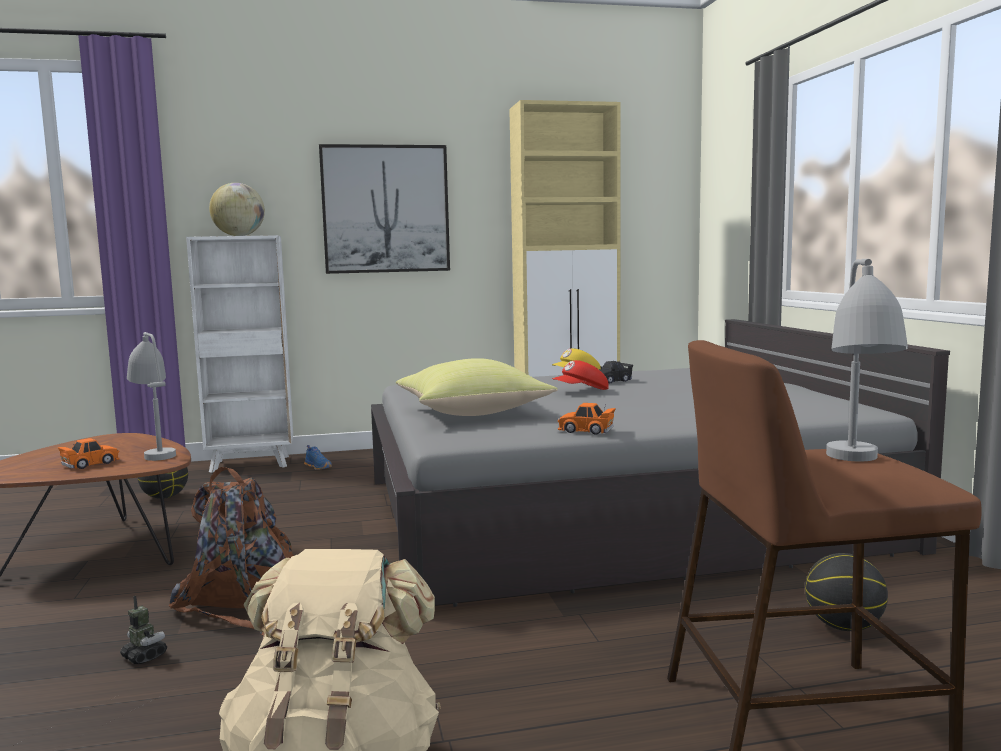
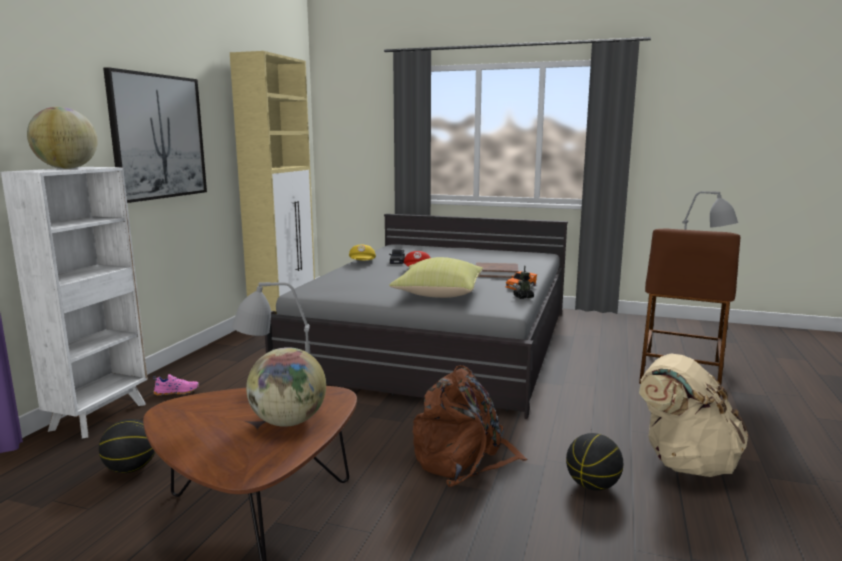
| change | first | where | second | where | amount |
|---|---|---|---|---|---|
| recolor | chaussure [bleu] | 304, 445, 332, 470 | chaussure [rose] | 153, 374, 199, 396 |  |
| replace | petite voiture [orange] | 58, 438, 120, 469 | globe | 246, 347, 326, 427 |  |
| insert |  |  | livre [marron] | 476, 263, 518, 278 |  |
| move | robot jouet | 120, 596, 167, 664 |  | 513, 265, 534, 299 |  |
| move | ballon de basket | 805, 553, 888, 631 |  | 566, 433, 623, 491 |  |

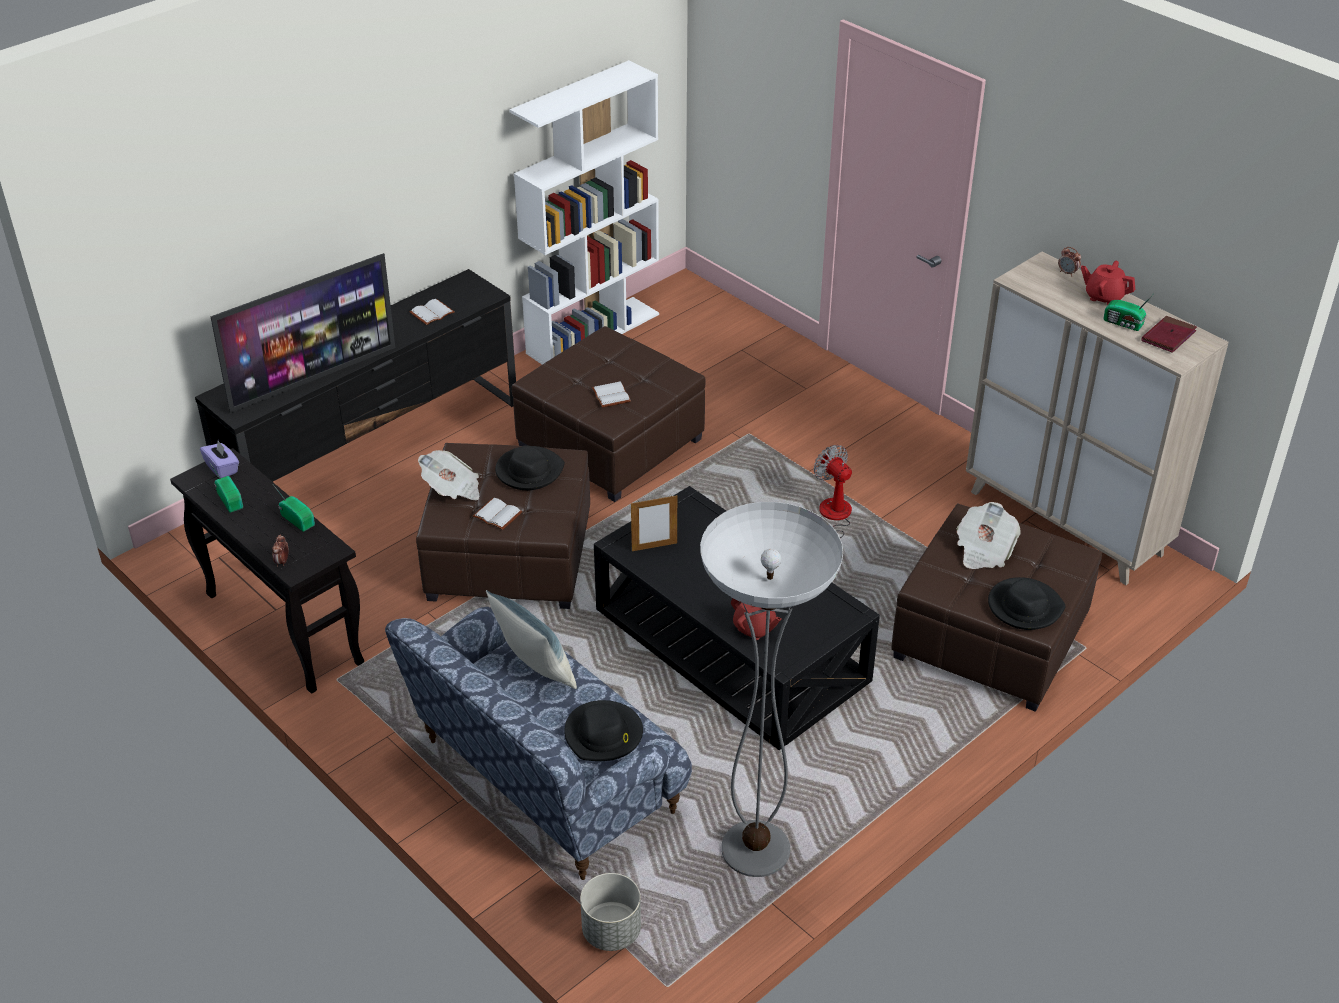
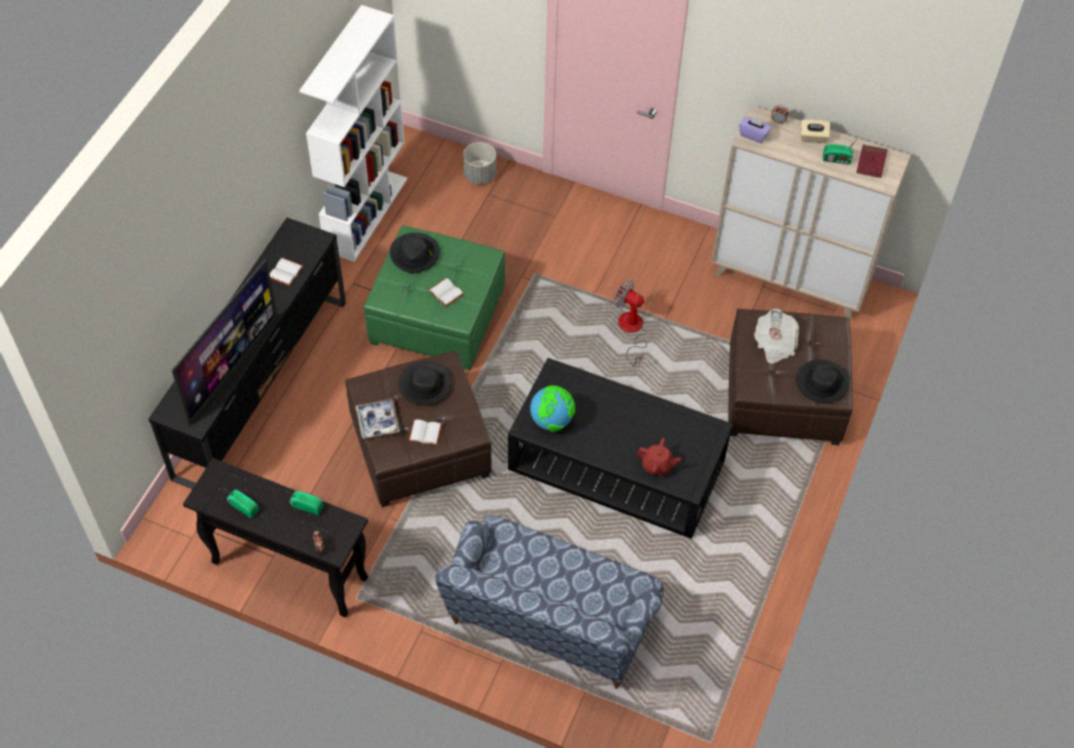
| change | first | where | second | where | amount |
|---|---|---|---|---|---|
| replace | journal | 418, 450, 479, 500 | plateau | 356, 399, 400, 439 |  |
| recolor | pouf [marron] | 512, 326, 705, 502 | pouf [vert] | 364, 225, 505, 370 |  |
| move | chapeau [noir] | 564, 700, 643, 761 |  | 390, 233, 440, 274 |  |
| move | cache-pot [gris] | 580, 873, 641, 951 |  | 463, 142, 496, 184 |  |
| replace | cadre photo | 631, 495, 677, 551 | globe | 530, 385, 575, 432 |  |
| move | boîte à mouchoirs [violet] | 200, 440, 239, 478 |  | 739, 115, 771, 143 |  |
| replace | théière [rouge] | 1081, 261, 1135, 305 | boîte à mouchoirs [beige] | 801, 119, 830, 143 |  |
| delete | coussin | 486, 590, 577, 689 |  |  |  |
| delete | lampadaire | 700, 502, 843, 877 |  |  |  |

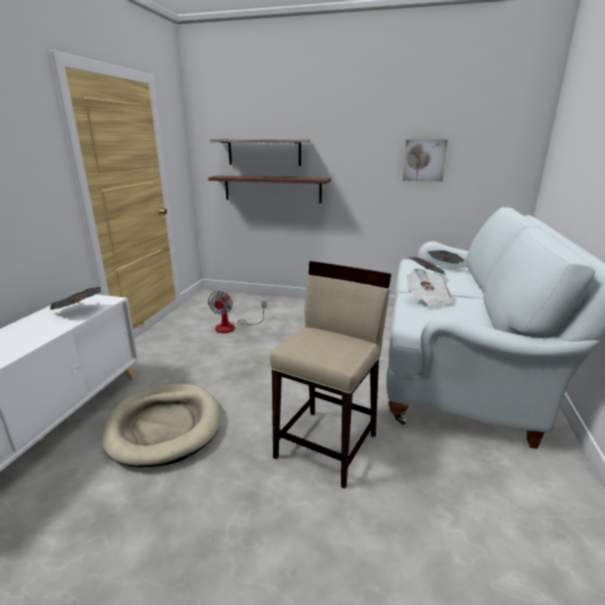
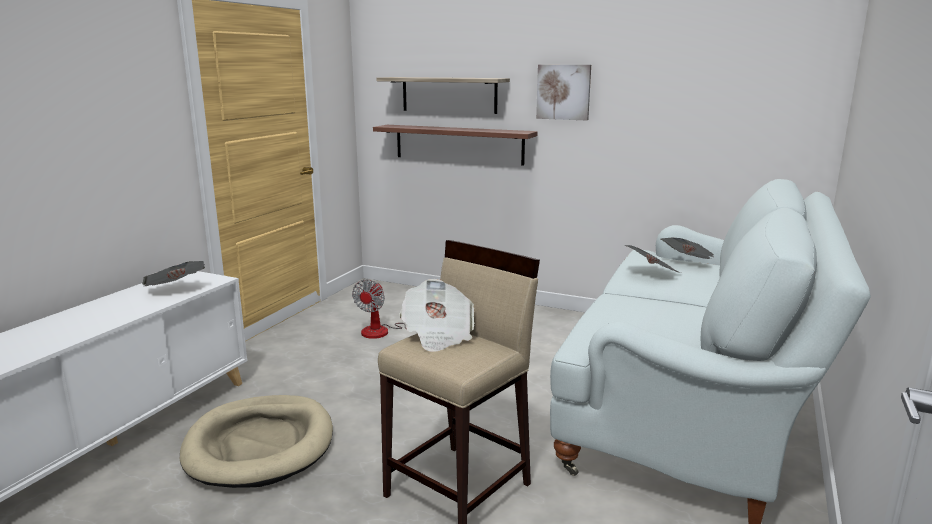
| change | first | where | second | where | amount |
|---|---|---|---|---|---|
| move | journal | 406, 268, 453, 310 |  | 399, 279, 474, 352 |  |
| move | tableau | 403, 140, 448, 182 |  | 536, 65, 591, 121 |  |

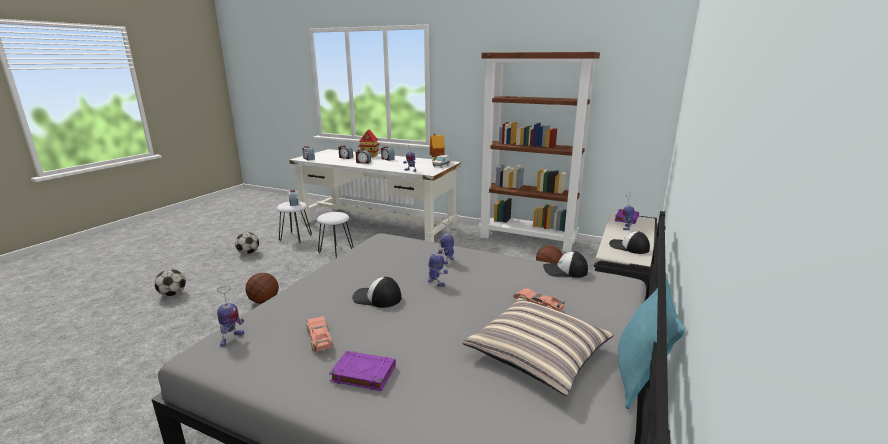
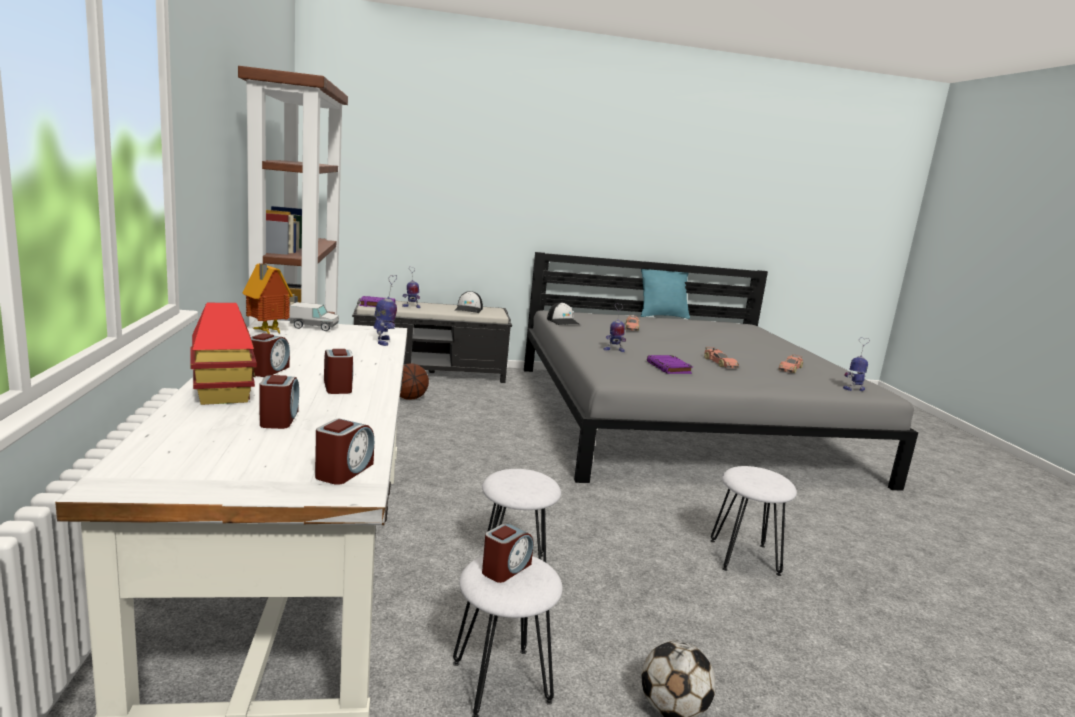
| change | first | where | second | where | amount |
|---|---|---|---|---|---|
| move | livre [violet] | 329, 351, 396, 391 |  | 647, 355, 693, 374 |  |
| replace | casquette | 352, 277, 401, 308 | petite voiture | 704, 347, 739, 368 |  |
| replace | ballon de basket | 245, 273, 279, 304 | tabouret [blanc] | 710, 466, 797, 576 |  |
| delete | ballon de foot | 154, 269, 186, 296 |  |  |  |
| delete | robot jouet | 428, 236, 448, 287 |  |  |  |
| delete | coussin | 462, 298, 614, 396 |  |  |  |

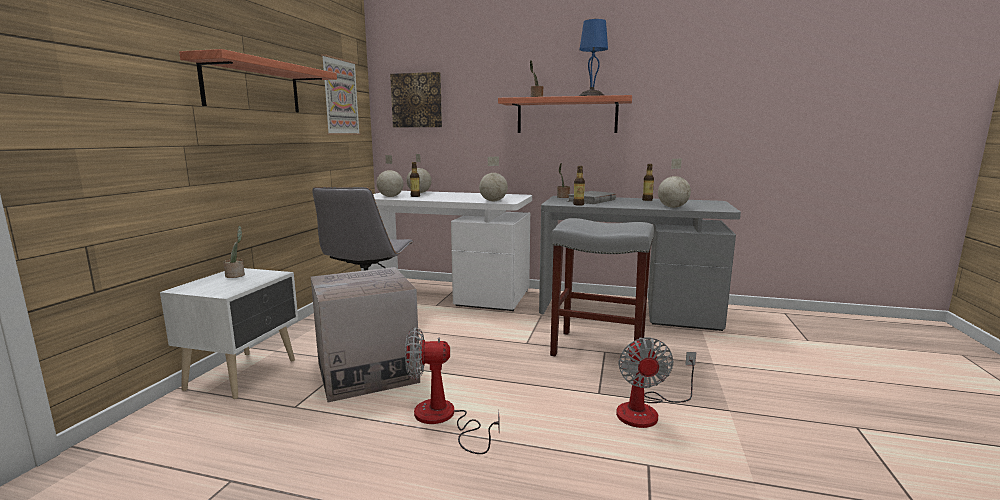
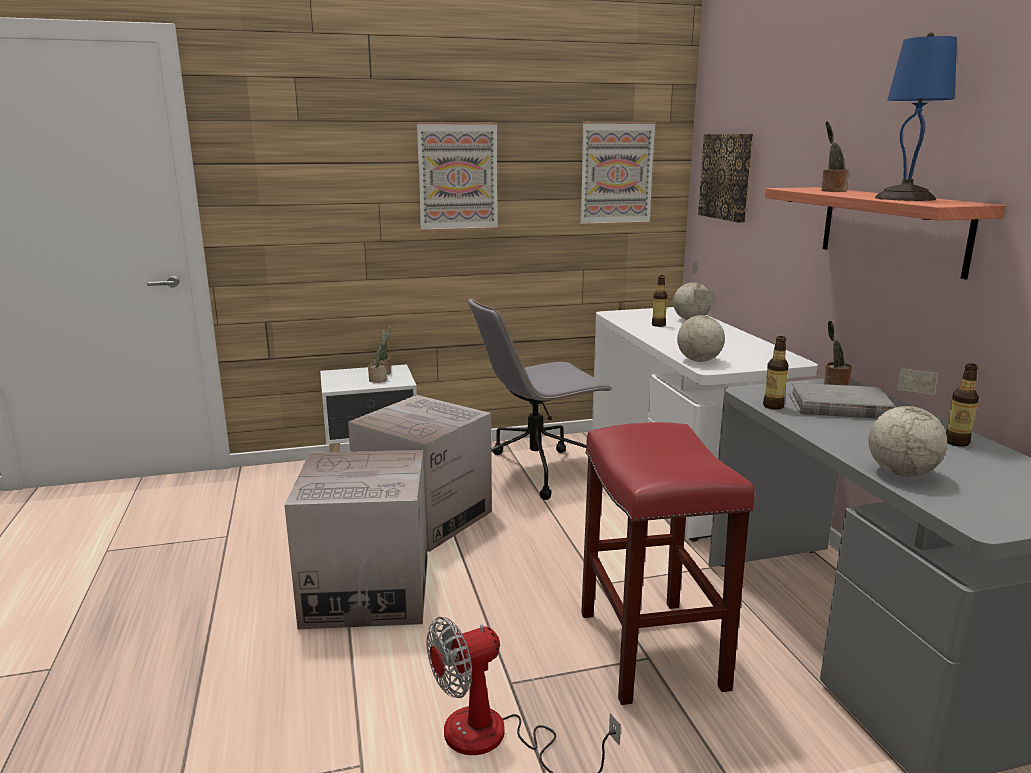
| change | first | where | second | where | amount |
|---|---|---|---|---|---|
| replace | ventilateur | 405, 327, 499, 454 | carton | 284, 450, 428, 629 |  |
| insert |  |  | plante en pot | 368, 329, 387, 383 |  |
| replace | étagère | 179, 49, 337, 112 | tableau | 417, 122, 498, 232 |  |
| recolor | tabouret [gris] | 550, 218, 654, 356 | tabouret [rouge] | 581, 422, 755, 705 |  |
| delete | globe | 376, 155, 404, 197 |  |  |  |

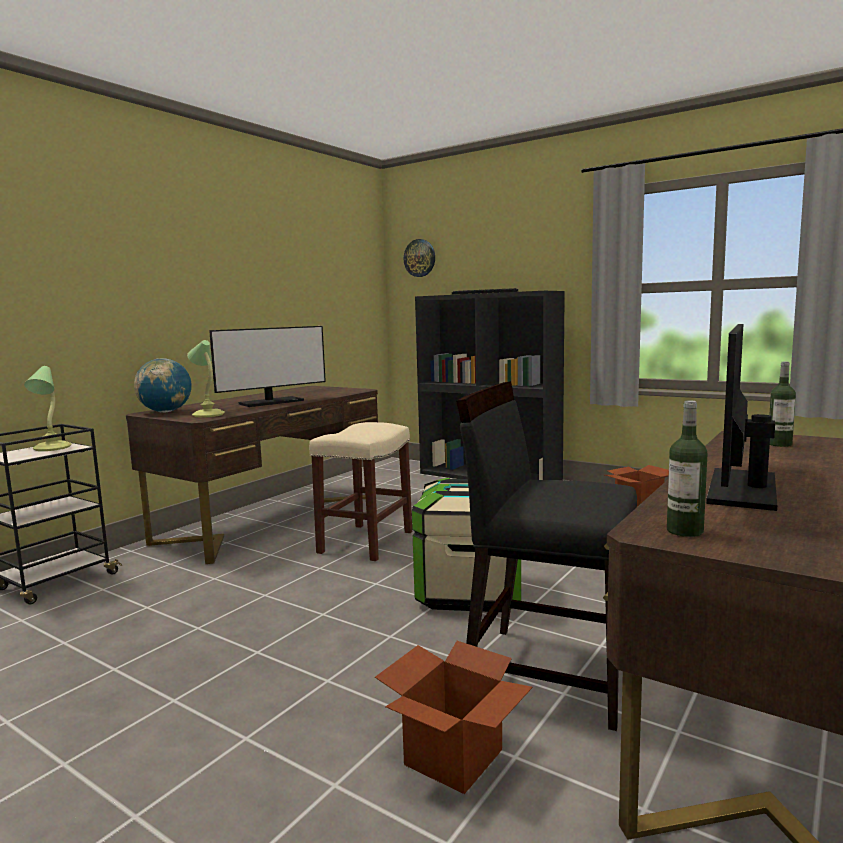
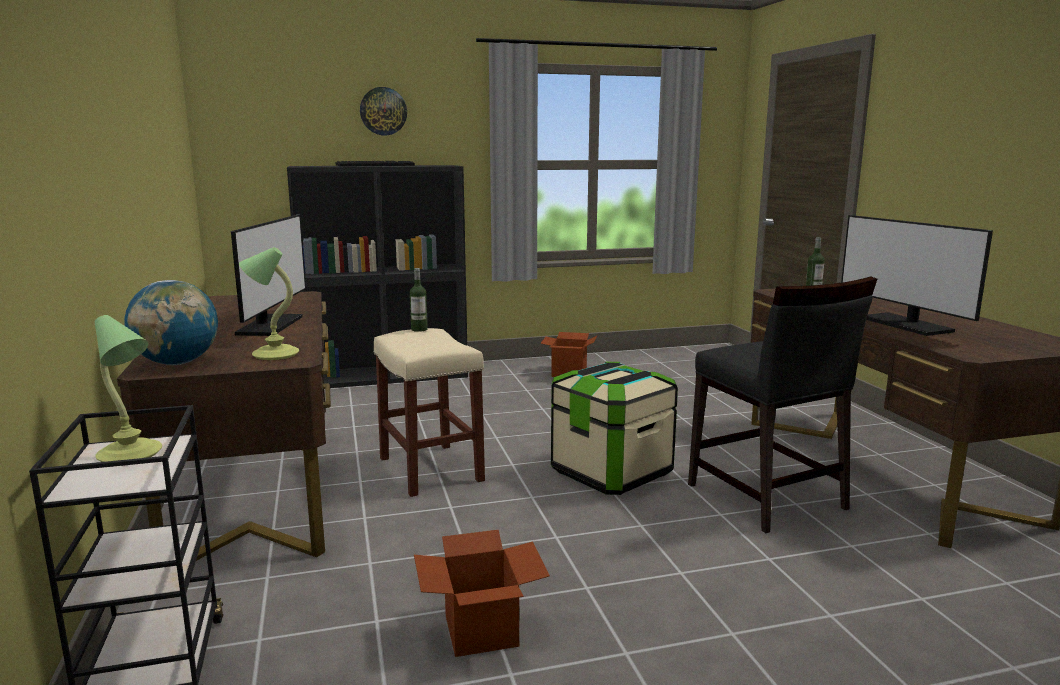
| change | first | where | second | where | amount |
|---|---|---|---|---|---|
| move | horloge murale | 404, 239, 435, 277 |  | 360, 87, 407, 135 |  |
| move | bouteille | 667, 401, 707, 537 |  | 410, 268, 428, 332 |  |
| move | carton | 375, 641, 533, 794 |  | 414, 530, 550, 657 |  |
| rotate | chaise [noir] | 456, 381, 637, 731 |  | 688, 276, 877, 533 | 90 degrees counterclockwise |

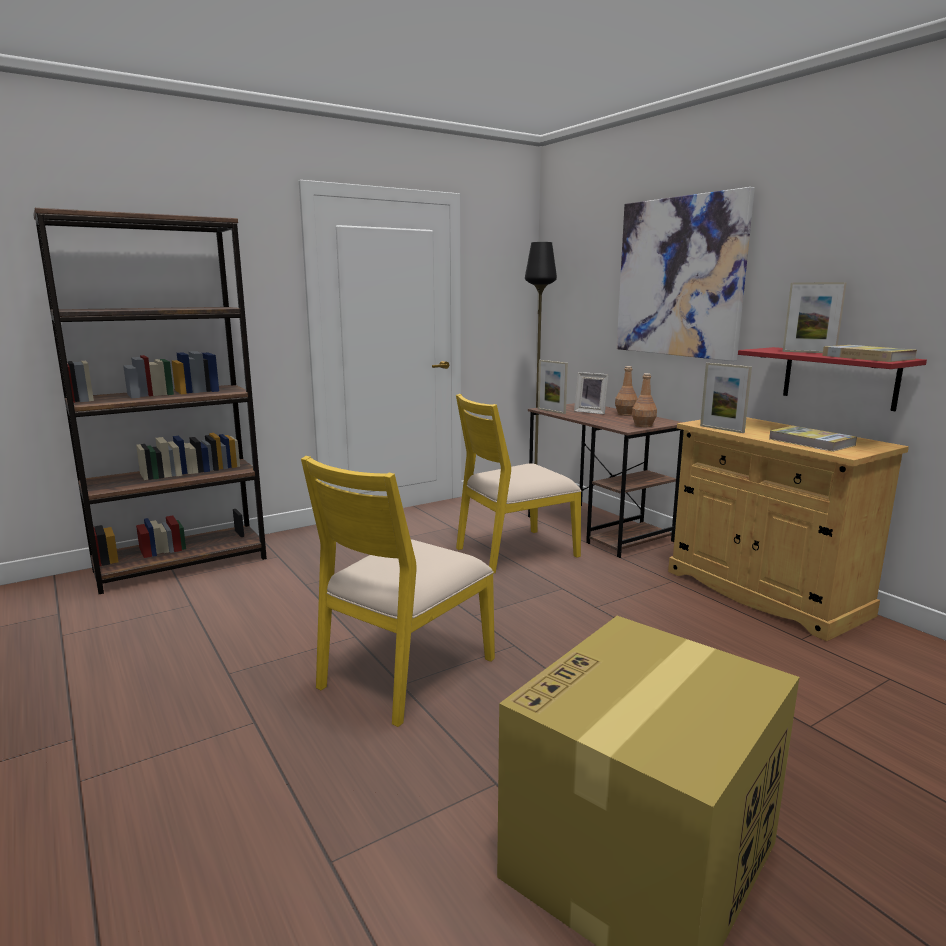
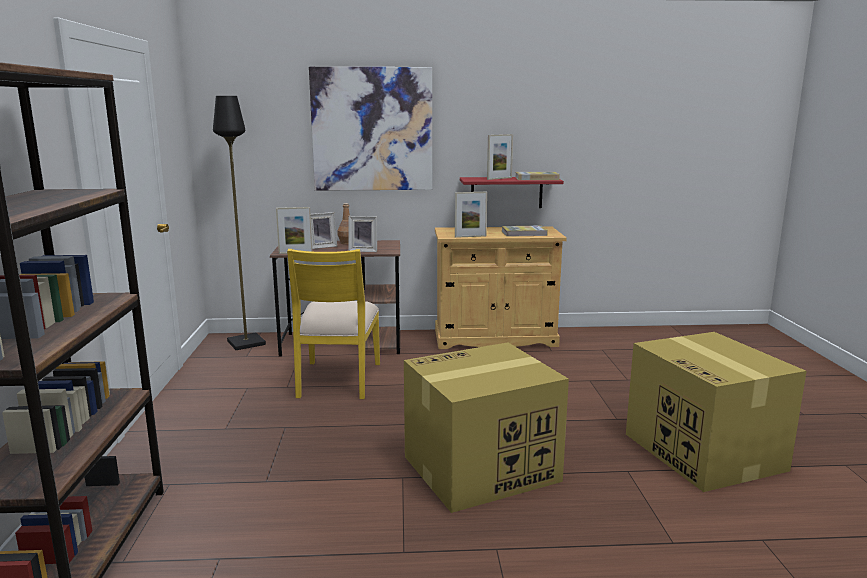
| change | first | where | second | where | amount |
|---|---|---|---|---|---|
| insert |  |  | cadre photo | 348, 216, 377, 252 |  |
| replace | chaise [jaune] | 301, 456, 495, 727 | carton | 404, 342, 569, 513 |  |
| delete | bouteille [marron] | 632, 373, 657, 427 |  |  |  |

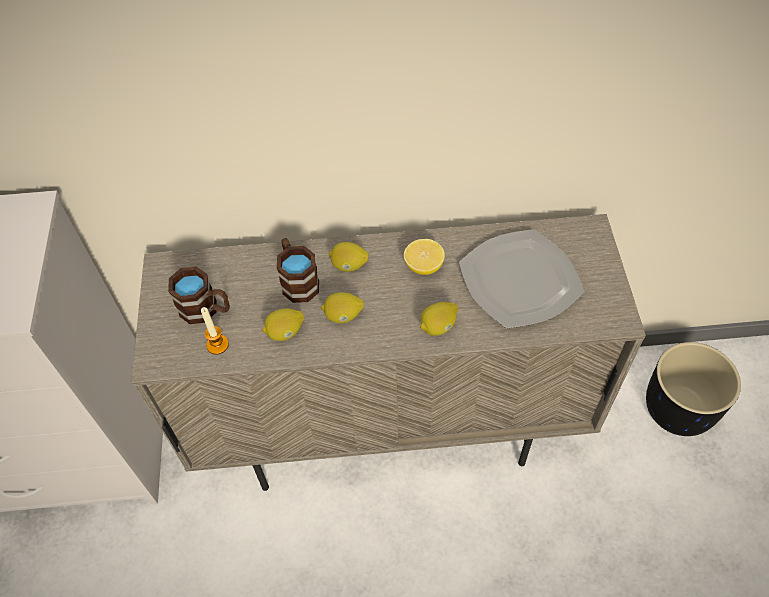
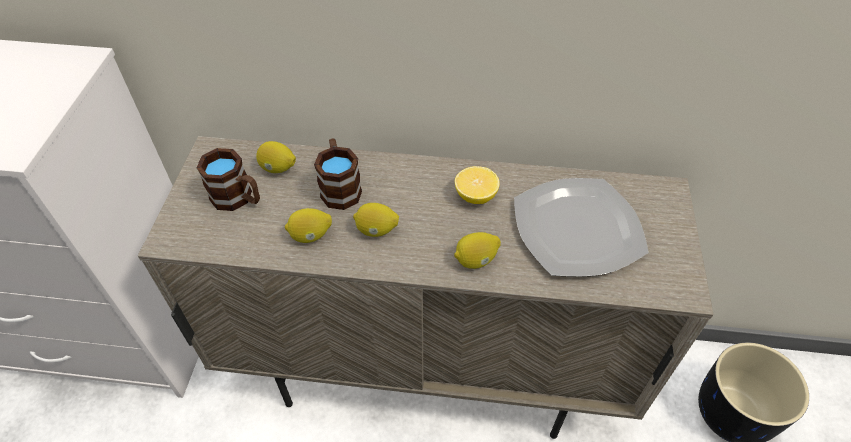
| change | first | where | second | where | amount |
|---|---|---|---|---|---|
| move | citron | 329, 242, 369, 272 |  | 256, 141, 296, 173 |  |
| delete | bougie | 201, 307, 229, 355 |  |  |  |

